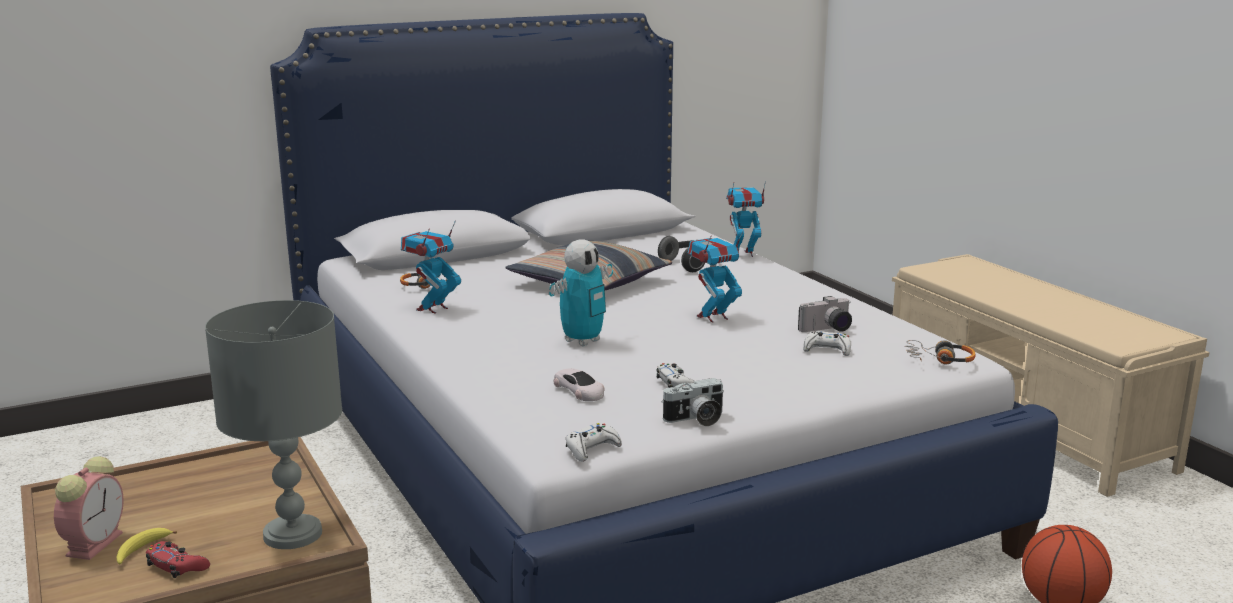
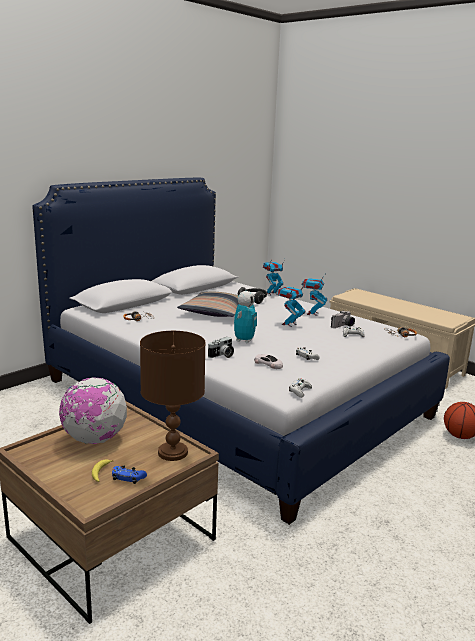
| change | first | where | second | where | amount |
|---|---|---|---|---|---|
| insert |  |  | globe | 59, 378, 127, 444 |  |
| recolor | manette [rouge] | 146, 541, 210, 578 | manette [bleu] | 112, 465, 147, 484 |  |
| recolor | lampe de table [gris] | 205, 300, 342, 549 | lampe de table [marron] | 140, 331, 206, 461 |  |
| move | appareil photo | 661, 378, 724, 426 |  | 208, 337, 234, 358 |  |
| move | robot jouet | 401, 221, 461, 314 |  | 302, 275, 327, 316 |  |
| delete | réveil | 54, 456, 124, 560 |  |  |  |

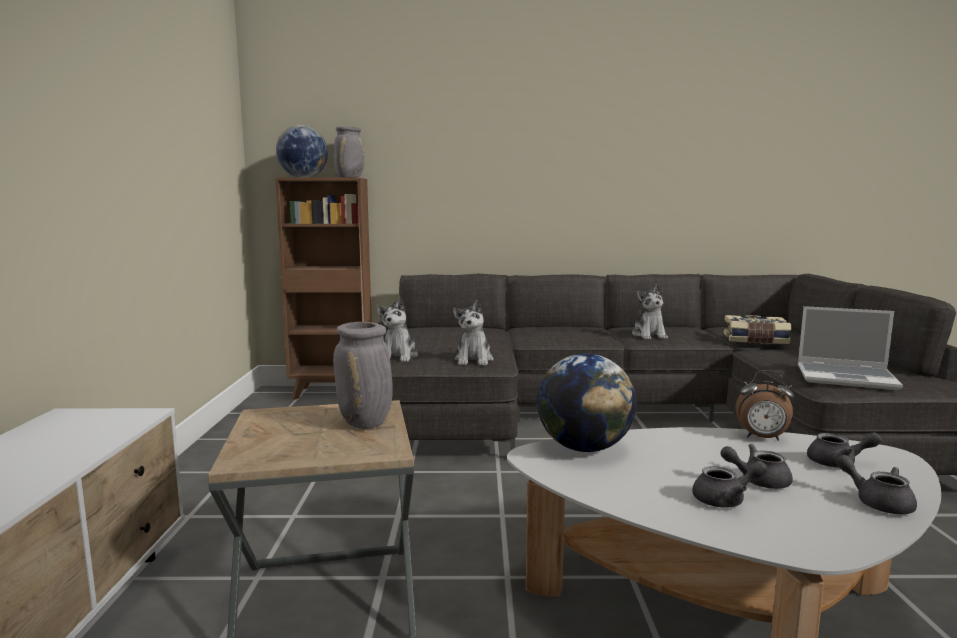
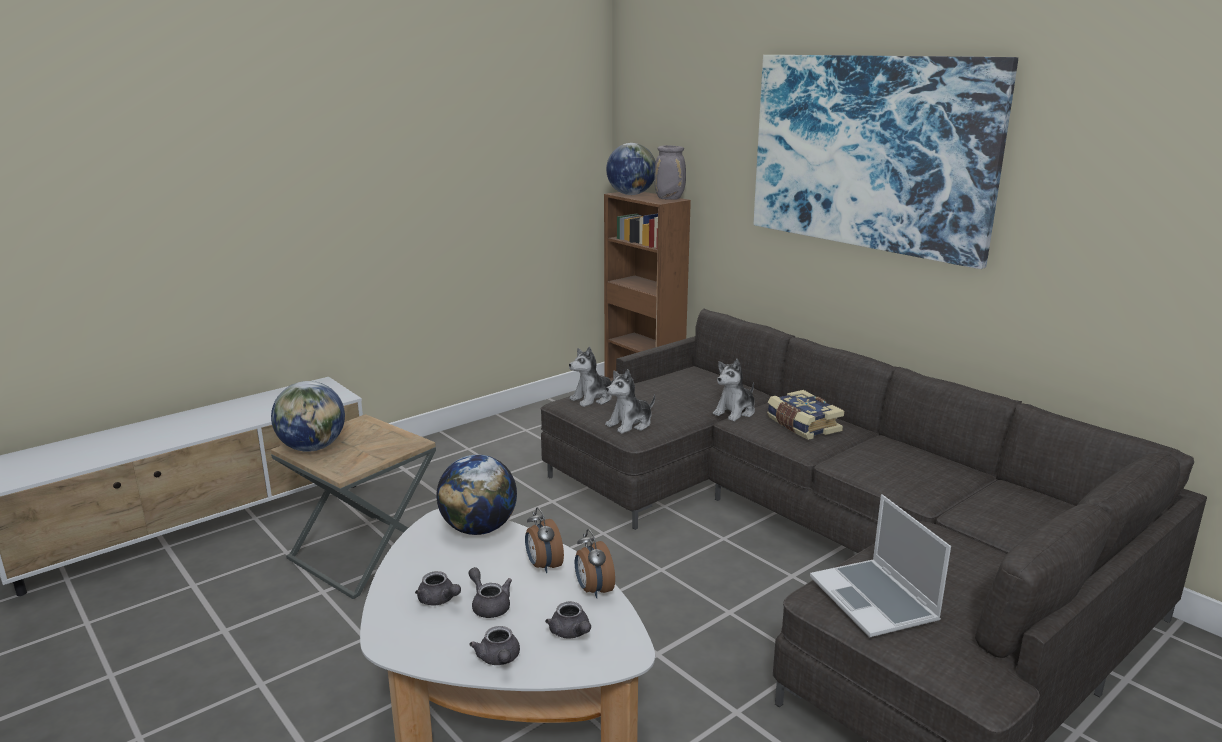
| change | first | where | second | where | amount |
|---|---|---|---|---|---|
| insert |  |  | globe | 271, 381, 345, 452 |  |
| rotate | théière [gris] | 836, 455, 917, 514 |  | 469, 626, 520, 665 | 150 degrees clockwise |
| insert |  |  | réveil | 525, 507, 564, 573 |  |
| move | peluche | 632, 284, 668, 339 |  | 713, 359, 755, 421 |  |
| insert |  |  | tableau | 754, 55, 1018, 269 |  |
| move | livre | 724, 315, 792, 344 |  | 767, 390, 844, 440 |  |
| delete | vase [gris] | 333, 322, 393, 429 |  |  |  |

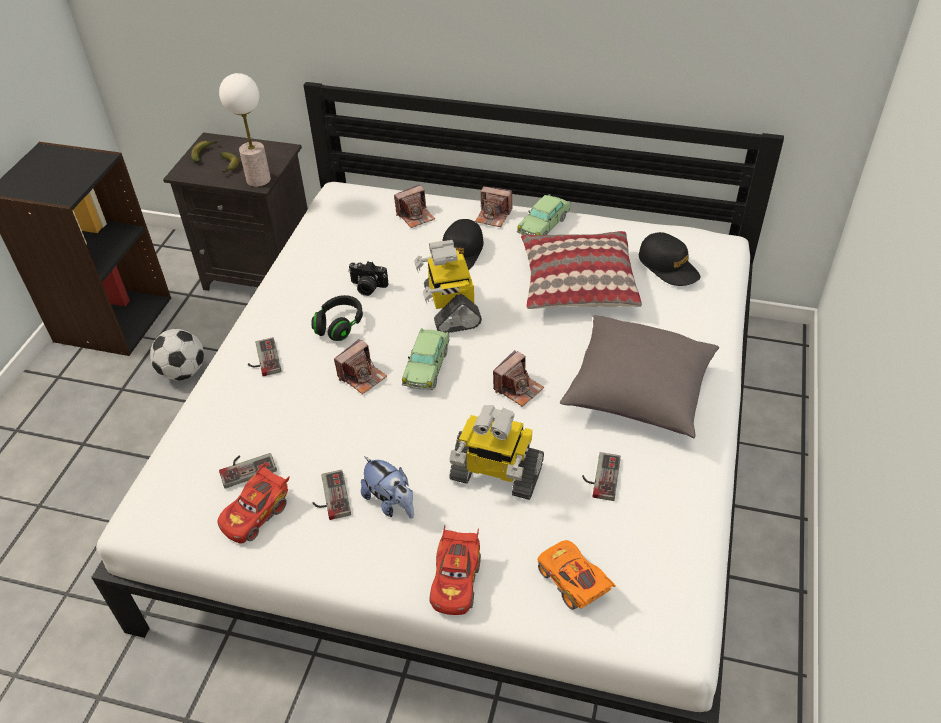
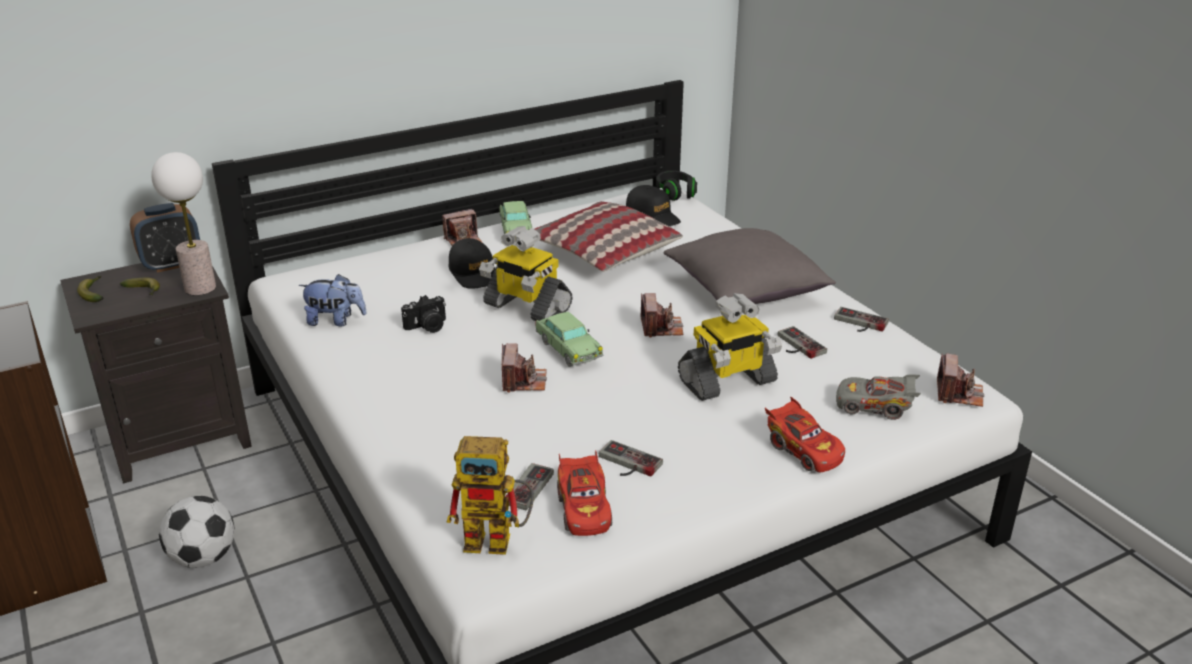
| change | first | where | second | where | amount |
|---|---|---|---|---|---|
| insert |  |  | réveil | 130, 203, 200, 273 |  |
| move | peluche | 361, 456, 414, 519 |  | 298, 274, 367, 326 |  |
| insert |  |  | robot jouet | 446, 436, 534, 555 |  |
| rotate | casquette [noir] | 639, 232, 701, 286 |  | 626, 185, 681, 226 | 45 degrees clockwise |
| move | casque audio [noir] | 311, 295, 363, 341 |  | 656, 170, 697, 201 |  |
| move | manette | 248, 337, 282, 376 |  | 834, 307, 889, 332 |  |
| recolor | petite voiture [orange] | 538, 540, 616, 610 | petite voiture [gris] | 836, 374, 921, 420 |  |
| move | appareil photo | 394, 184, 435, 228 |  | 937, 353, 984, 407 |  |

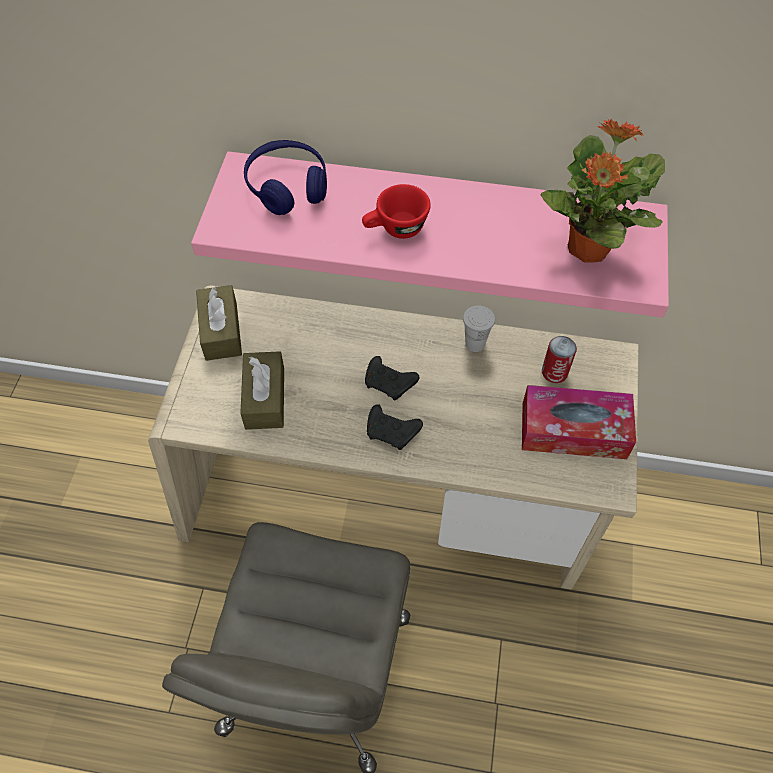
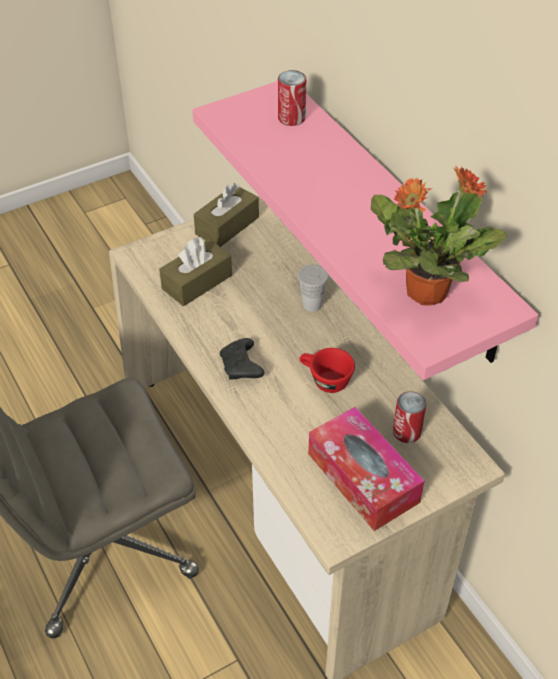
| change | first | where | second | where | amount |
|---|---|---|---|---|---|
| replace | casque audio [bleu] | 244, 140, 327, 215 | boîte métallique | 278, 70, 306, 126 |  |
| move | tasse [blanc] | 463, 306, 495, 352 |  | 298, 264, 329, 312 |  |
| move | tasse [rouge] | 362, 184, 431, 239 |  | 299, 348, 355, 393 |  |
| delete | manette [noir] | 365, 356, 419, 400 |  |  |  |

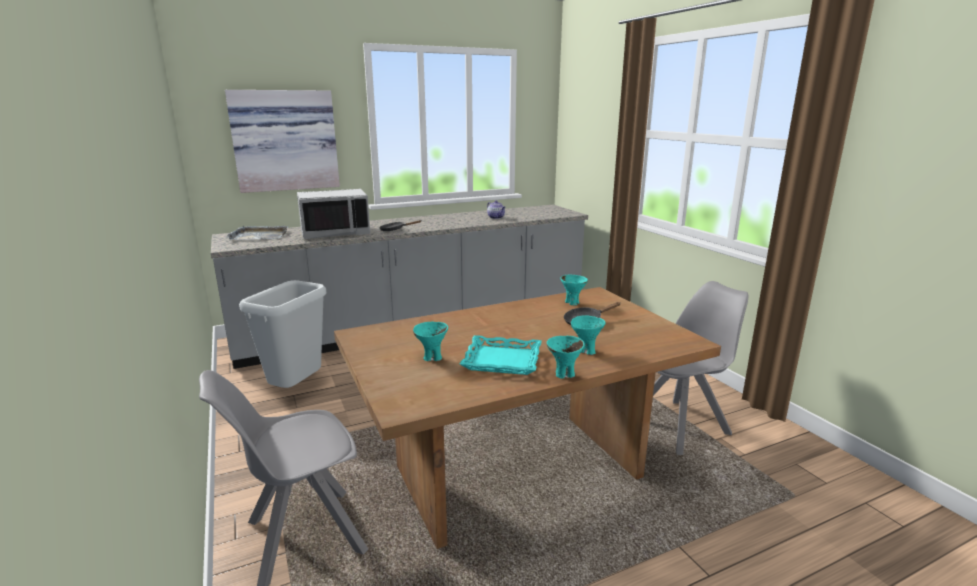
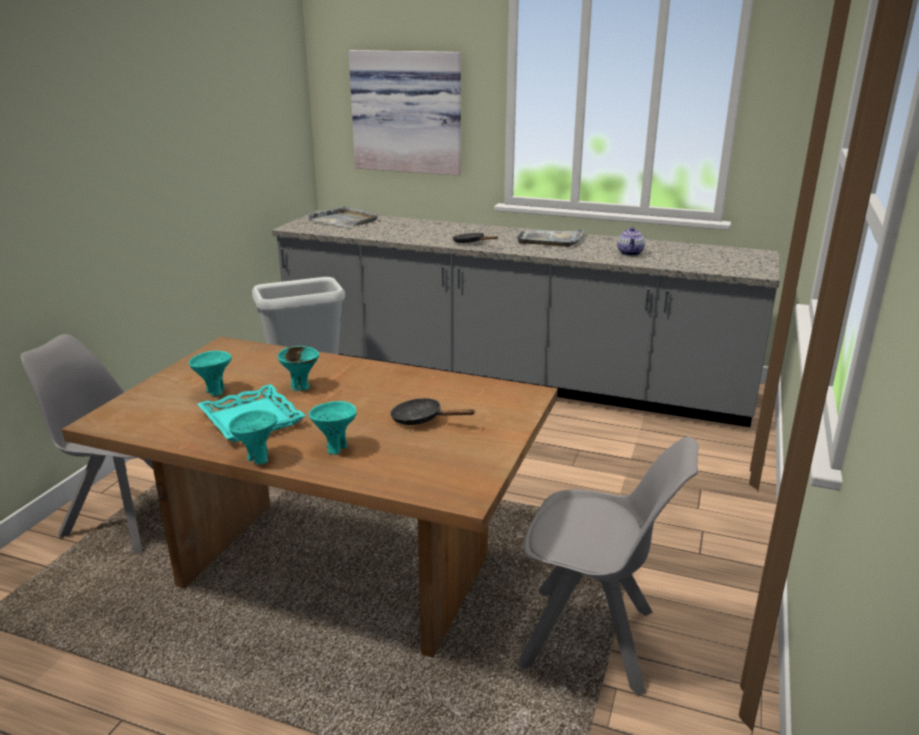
| change | first | where | second | where | amount |
|---|---|---|---|---|---|
| move | bol [turquoise] | 560, 275, 588, 305 |  | 278, 346, 319, 391 |  |
| insert |  |  | plateau [gris] | 516, 229, 584, 247 |  |
| delete | micro-ondes [gris] | 297, 189, 370, 239 |  |  |  |

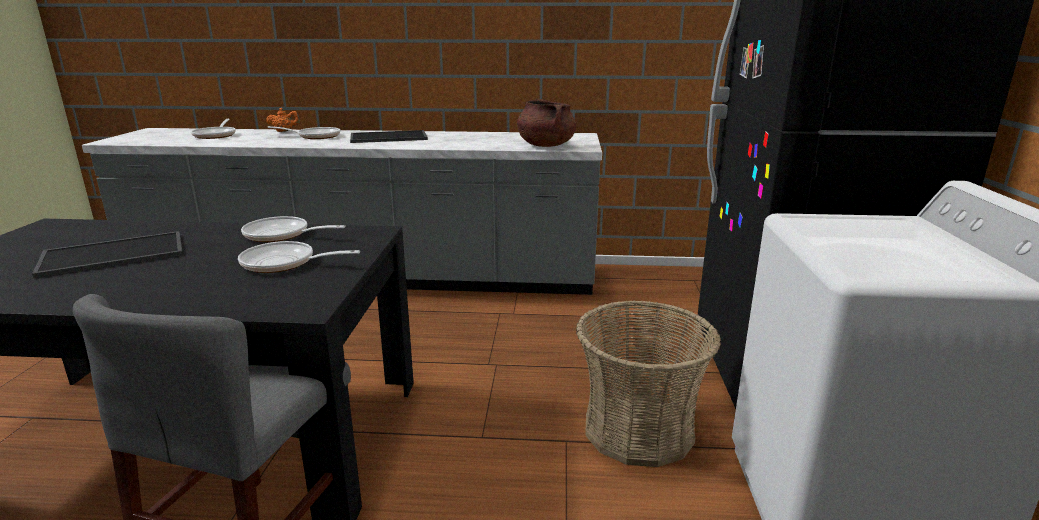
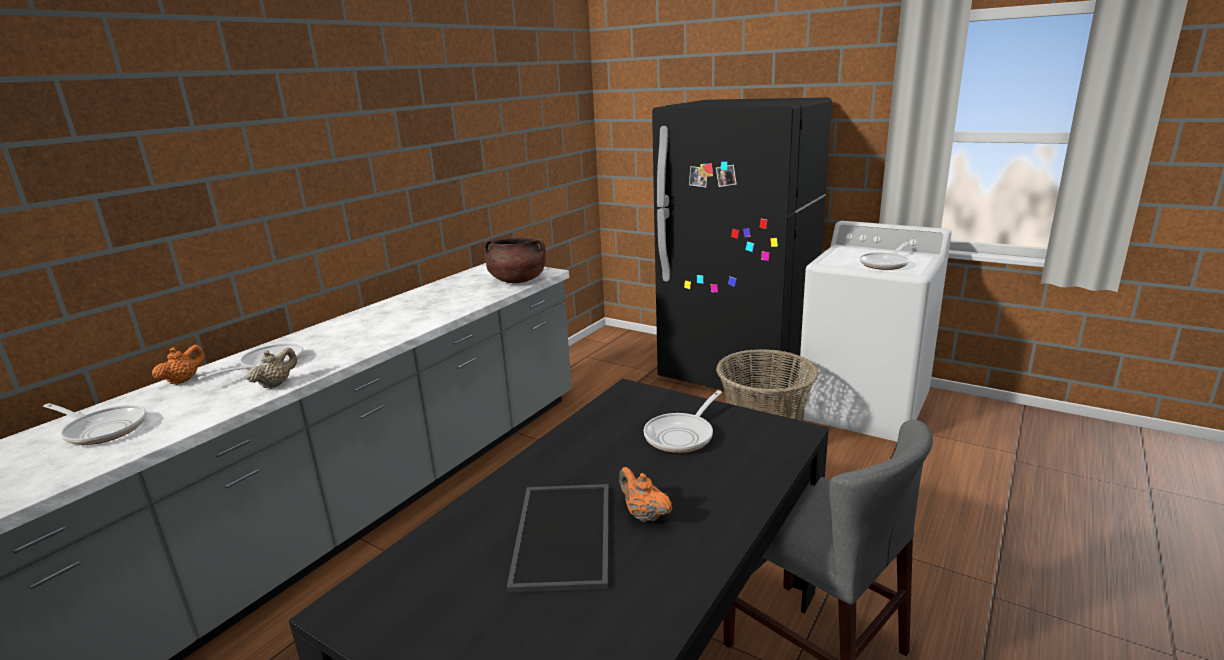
| change | first | where | second | where | amount |
|---|---|---|---|---|---|
| insert |  |  | théière [beige] | 247, 347, 297, 389 |  |
| insert |  |  | théière [orange] | 619, 467, 672, 522 |  |
| move | poêle | 241, 216, 345, 242 |  | 860, 242, 909, 270 |  |
| delete | plateau | 350, 130, 428, 143 |  |  |  |

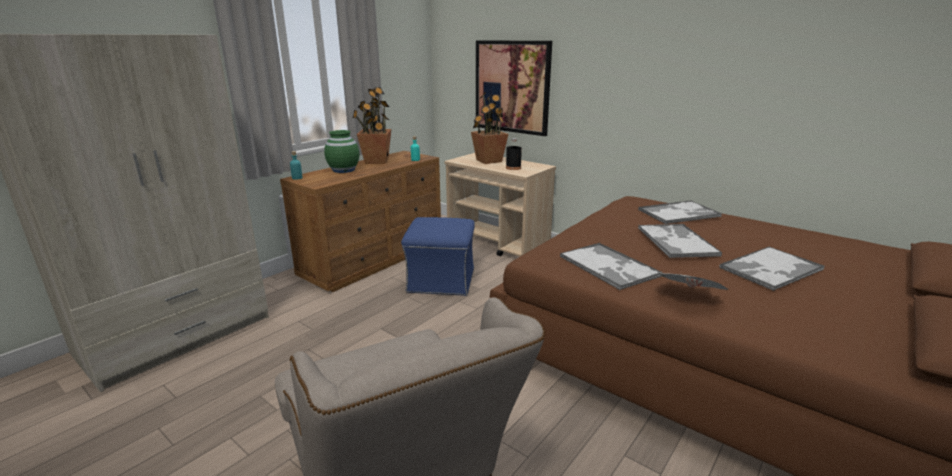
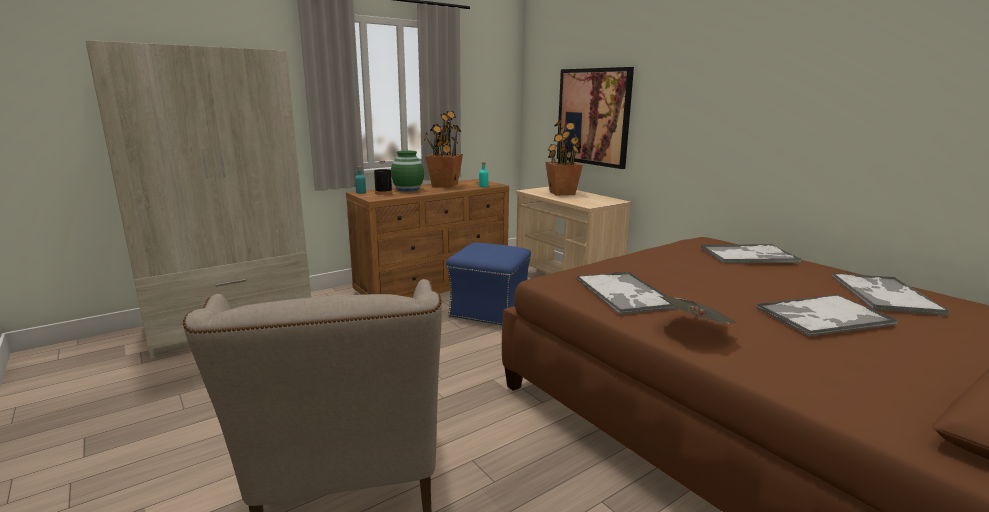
| change | first | where | second | where | amount |
|---|---|---|---|---|---|
| move | bouteille [noir] | 506, 138, 522, 170 |  | 374, 160, 392, 195 |  |
| move | plateau | 638, 224, 722, 258 |  | 832, 273, 949, 316 |  |

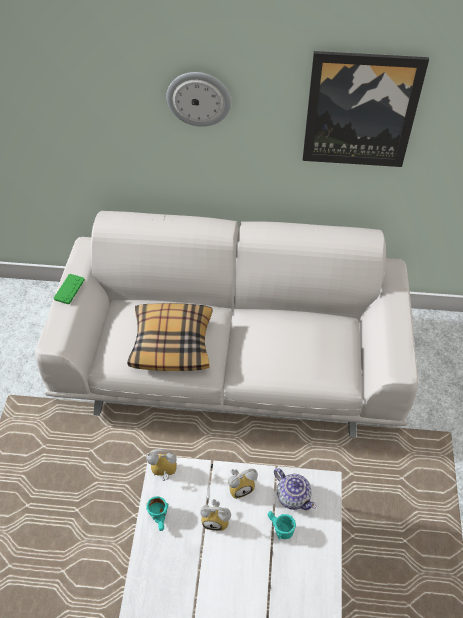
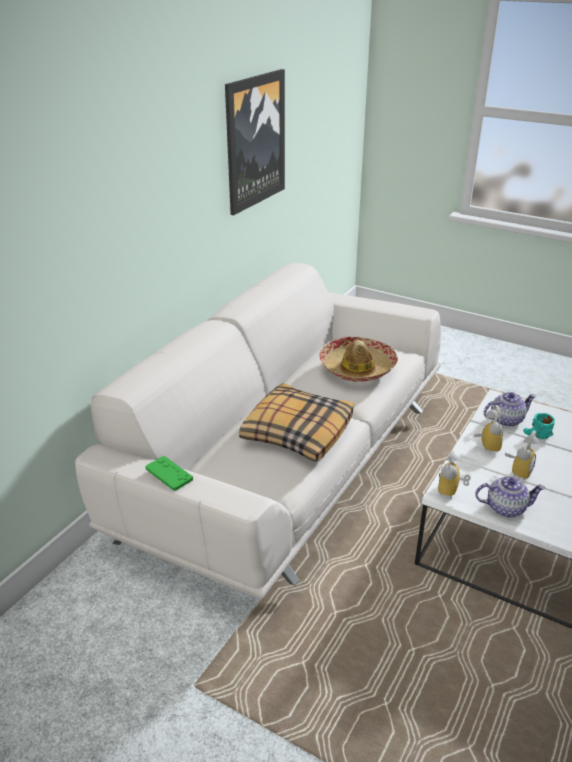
| change | first | where | second | where | amount |
|---|---|---|---|---|---|
| insert |  |  | chapeau | 319, 337, 398, 382 |  |
| replace | mug [turquoise] | 146, 496, 169, 531 | théière | 475, 476, 545, 517 |  |
| delete | horloge murale | 166, 72, 231, 127 |  |  |  |

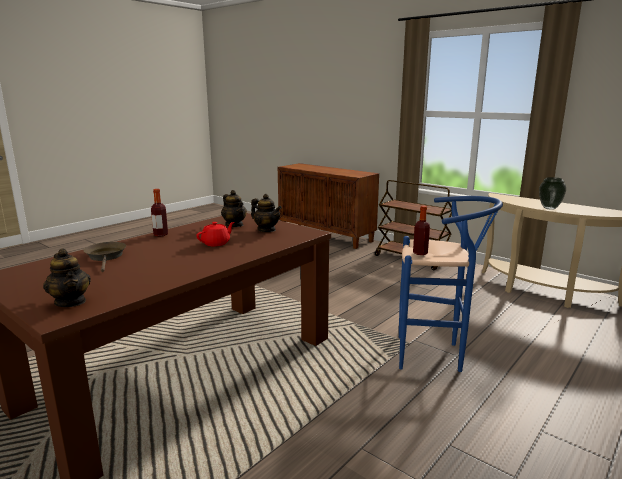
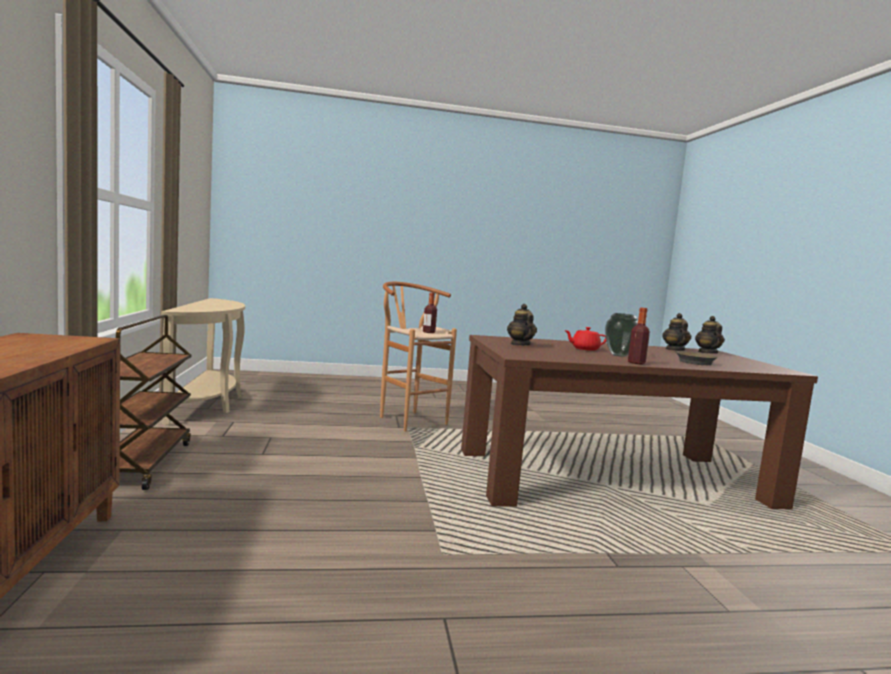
| change | first | where | second | where | amount |
|---|---|---|---|---|---|
| recolor | tabouret [bleu] | 399, 196, 503, 372 | tabouret [marron] | 380, 282, 457, 432 |  |
| move | vase | 539, 177, 566, 210 |  | 605, 313, 638, 357 |  |
| move | théière | 221, 190, 247, 227 |  | 662, 313, 691, 351 |  |

